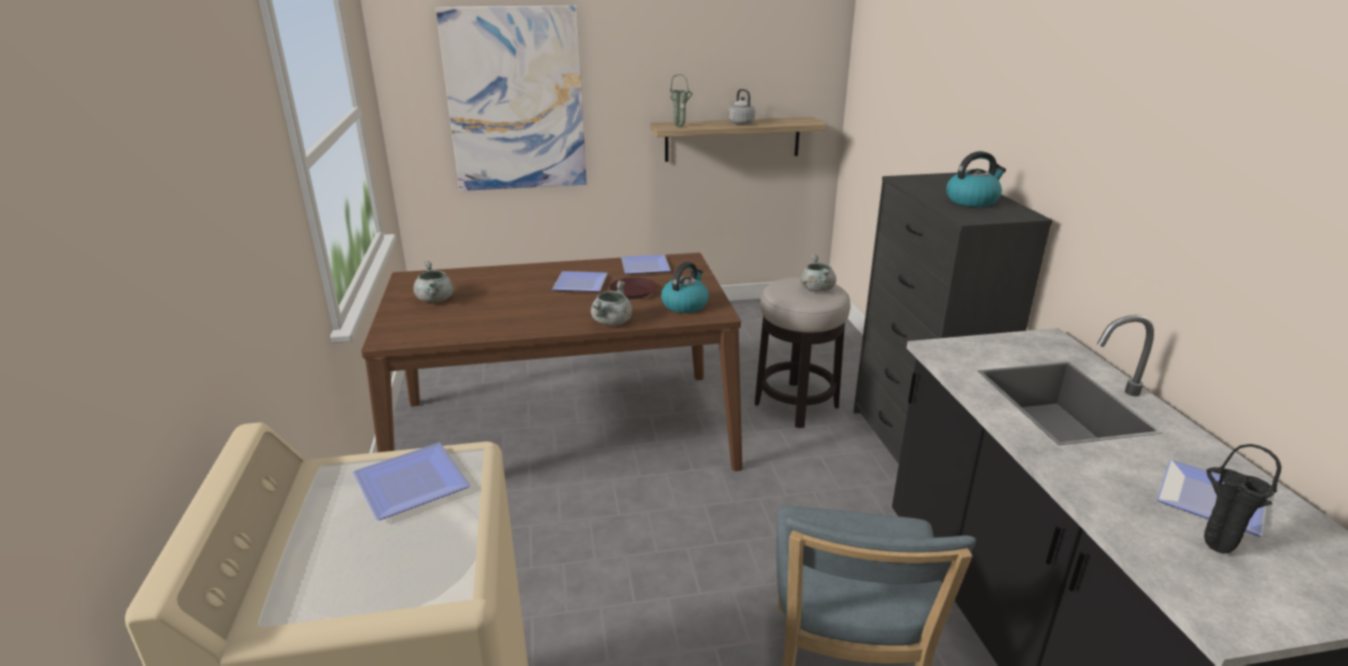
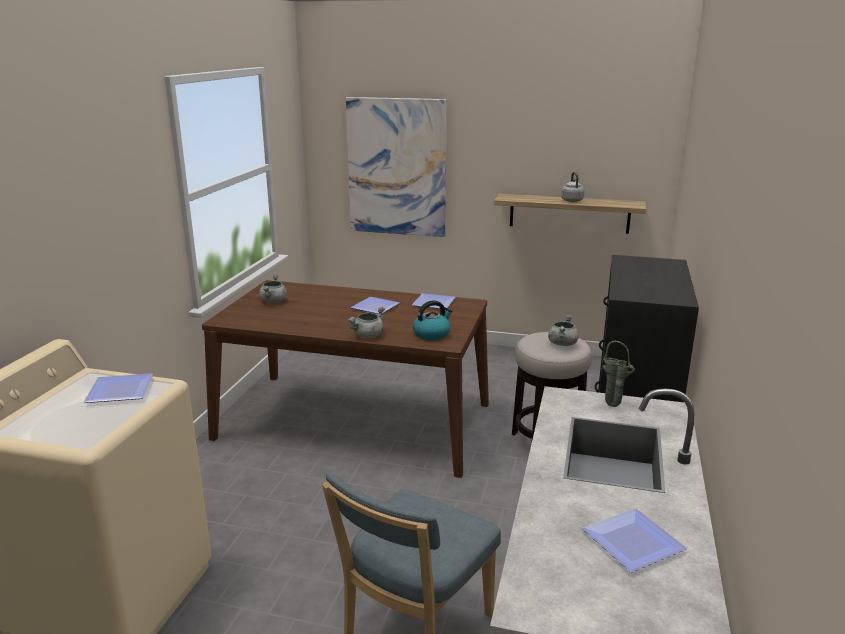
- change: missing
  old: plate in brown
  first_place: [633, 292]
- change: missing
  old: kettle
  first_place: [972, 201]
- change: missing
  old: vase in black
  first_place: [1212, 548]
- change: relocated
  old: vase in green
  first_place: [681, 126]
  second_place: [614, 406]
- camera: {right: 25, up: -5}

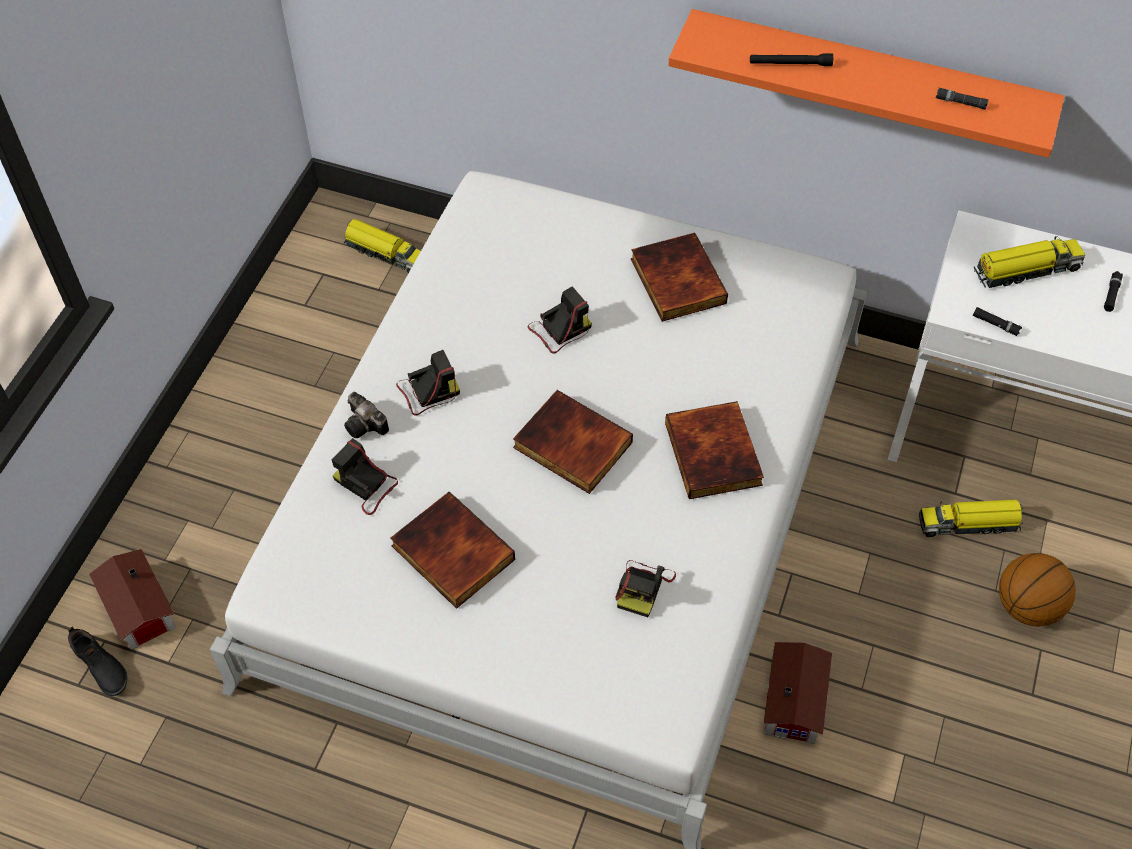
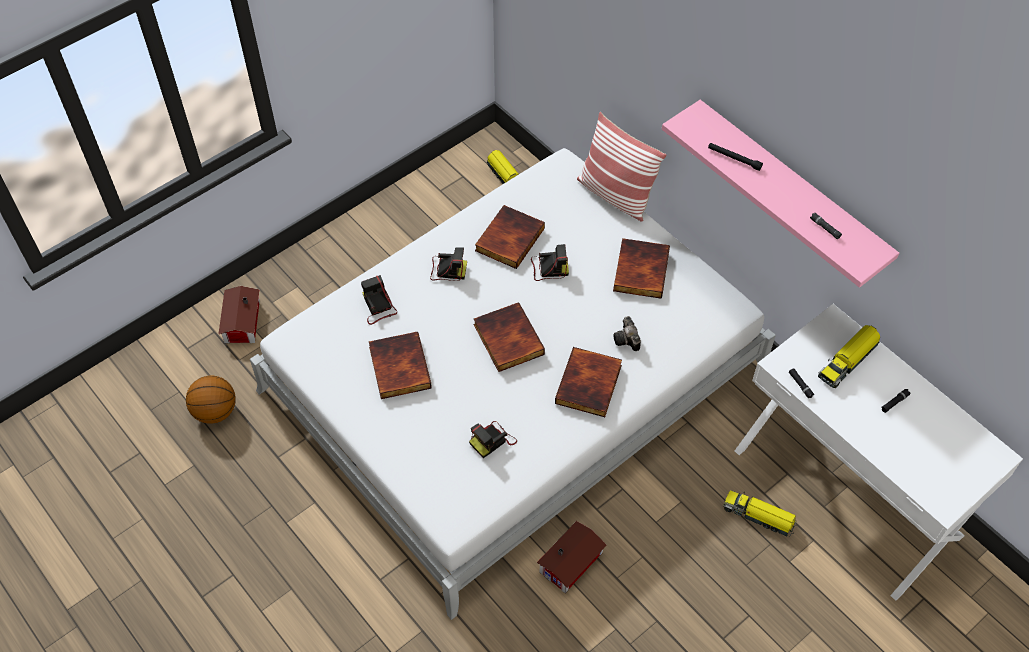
- change: missing
  old: shoe in black
  first_place: [100, 667]
- change: appeared
  new: book
  second_place: [509, 238]
- change: appeared
  new: pillow
  second_place: [615, 195]
- change: relocated
  old: photo camera
  first_place: [366, 425]
  second_place: [627, 340]
- change: relocated
  old: basketball
  first_place: [1027, 606]
  second_place: [215, 411]
- change: colour
  old: shelf in orange
  new: shelf in pink
  first_place: [867, 80]
  second_place: [790, 190]
- change: spun
  old: toy truck
  first_place: [1025, 270]
  second_place: [848, 361]
  degrees: 120
- camera: {right: 30, up: 0}

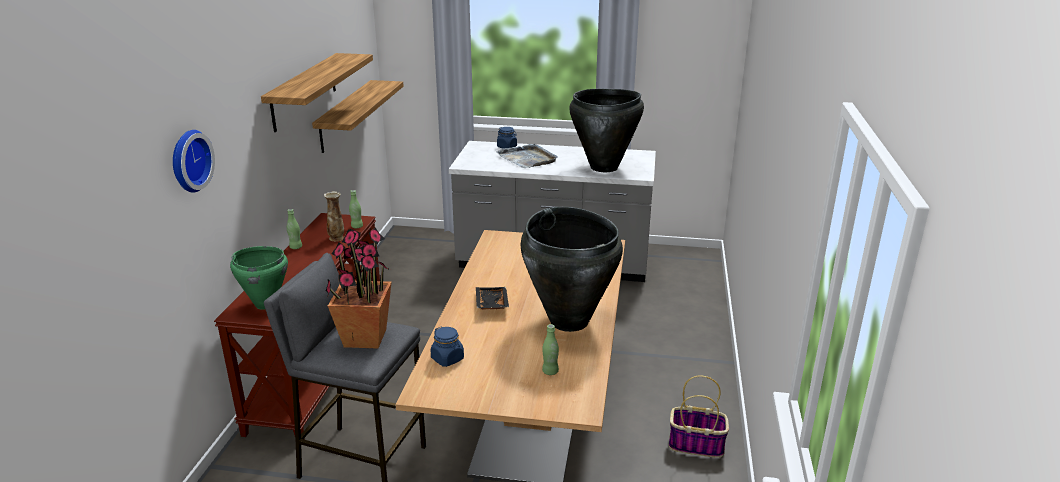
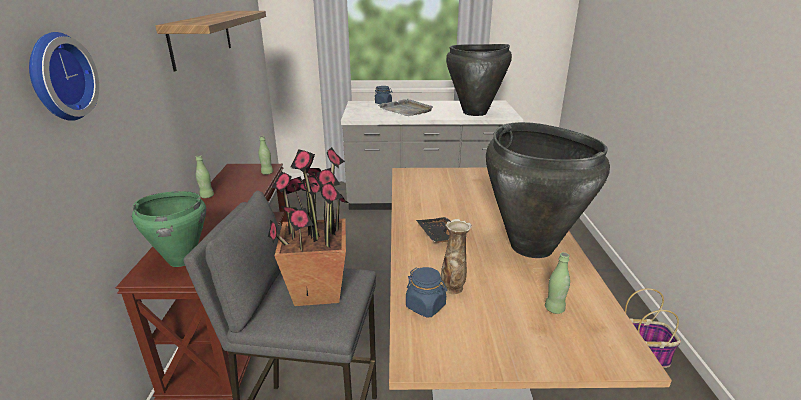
- change: missing
  old: shelf
  first_place: [345, 115]
- change: relocated
  old: vase
  first_place: [336, 238]
  second_place: [453, 288]
- camera: {right: -10, up: 0}

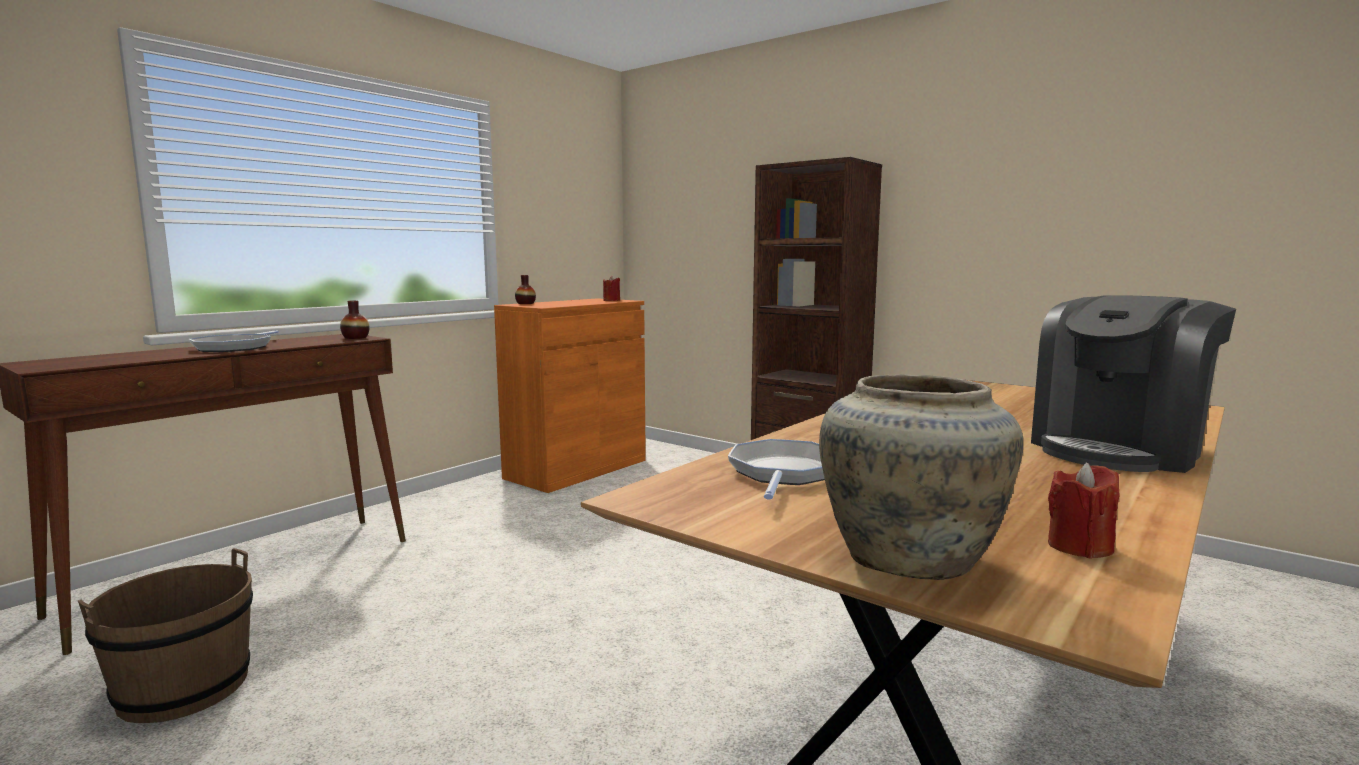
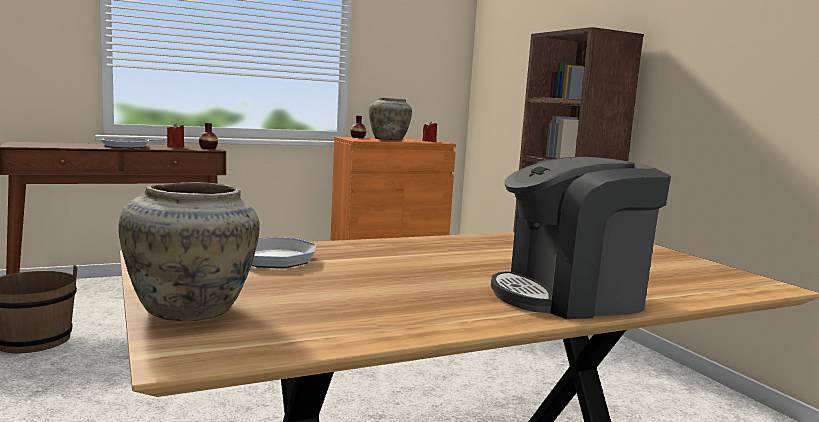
- change: appeared
  new: vase in beige
  second_place: [389, 140]
- change: relocated
  old: candle in red
  first_place: [1080, 547]
  second_place: [175, 147]
- camera: {right: 25, up: 0}

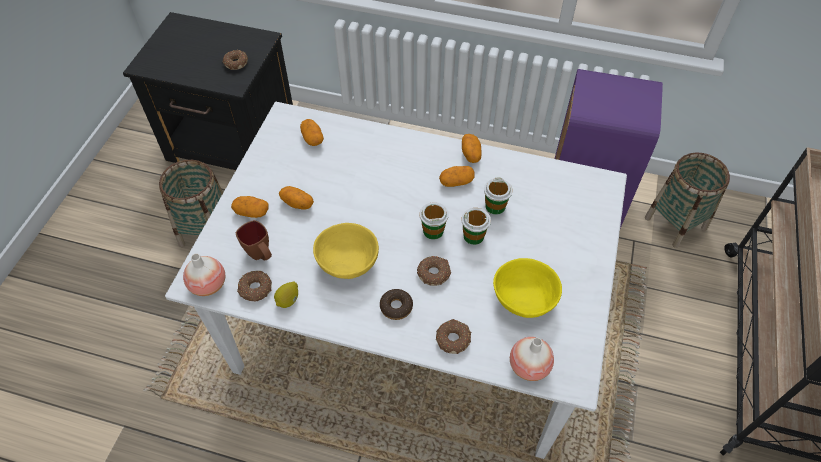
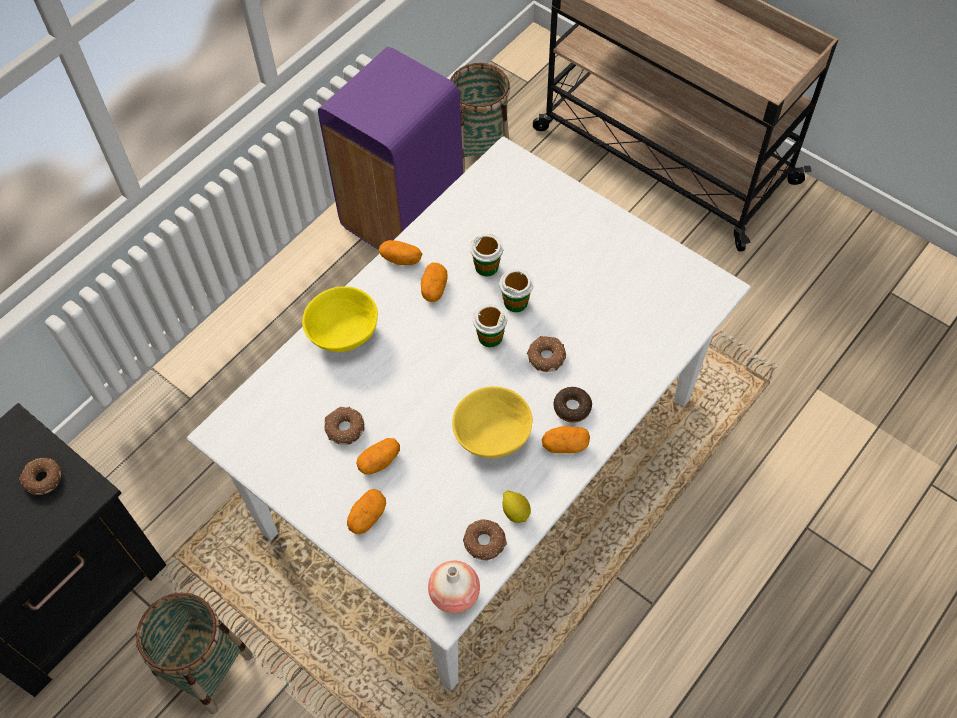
- change: missing
  old: mug in brown
  first_place: [261, 255]
- change: missing
  old: vase
  first_place: [529, 366]
- change: relocated
  old: potato
  first_place: [312, 138]
  second_place: [565, 445]
- change: relocated
  old: donut
  first_place: [453, 339]
  second_place: [344, 428]
- change: relocated
  old: bowl in yellow
  first_place: [525, 300]
  second_place: [345, 332]
- camera: {right: -65, up: 5}

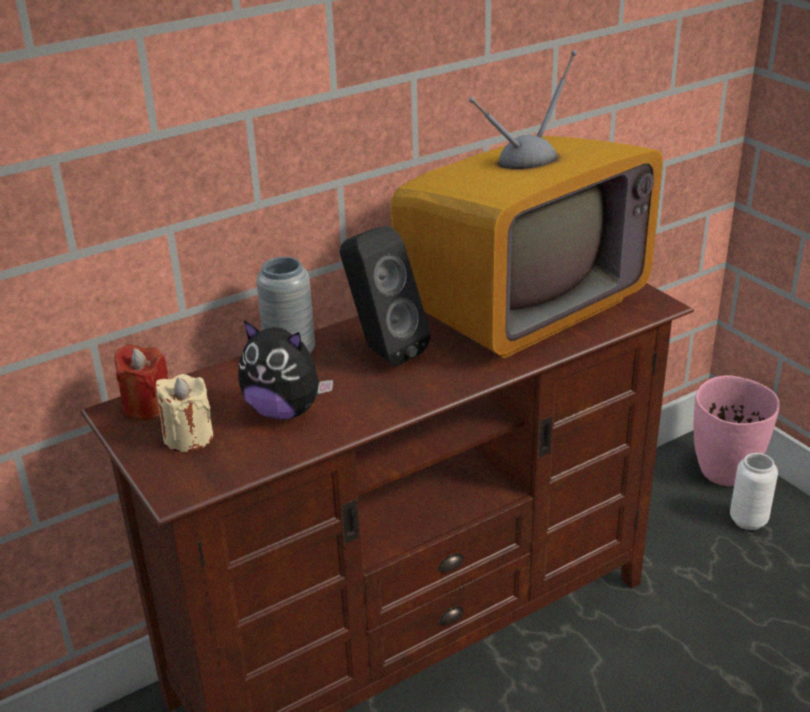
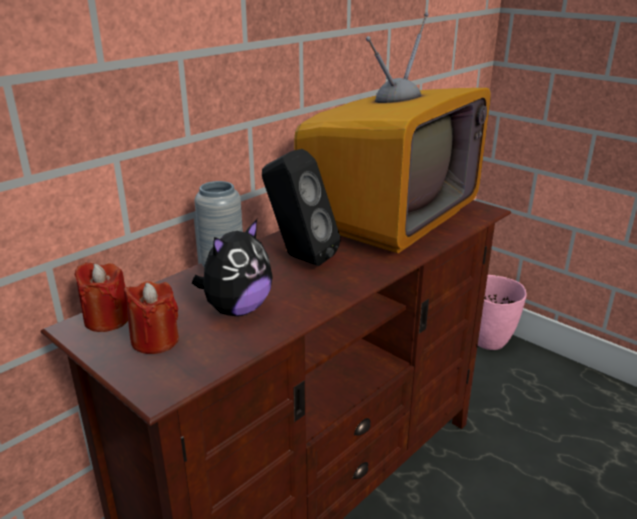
- change: missing
  old: vase in white
  first_place: [748, 520]
- change: colour
  old: candle in beige
  new: candle in red
  first_place: [188, 437]
  second_place: [155, 341]
- change: spun
  old: plush toy
  first_place: [285, 411]
  second_place: [237, 309]
  degrees: -60
- camera: {right: -15, up: -5}

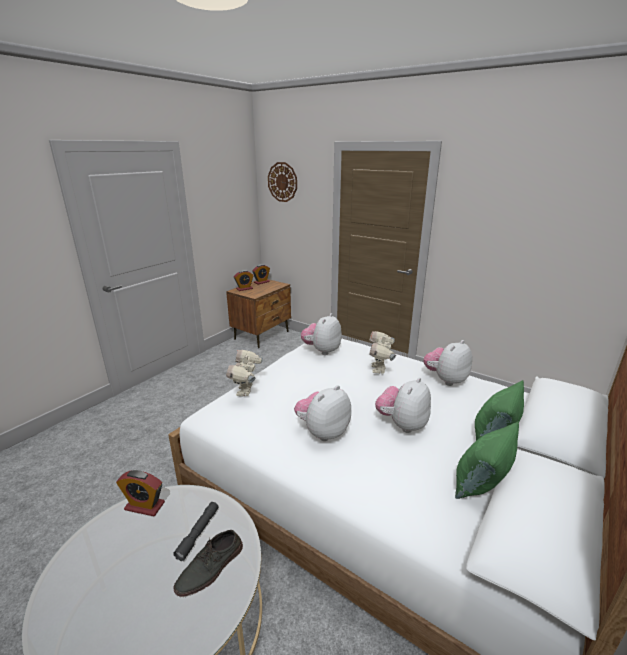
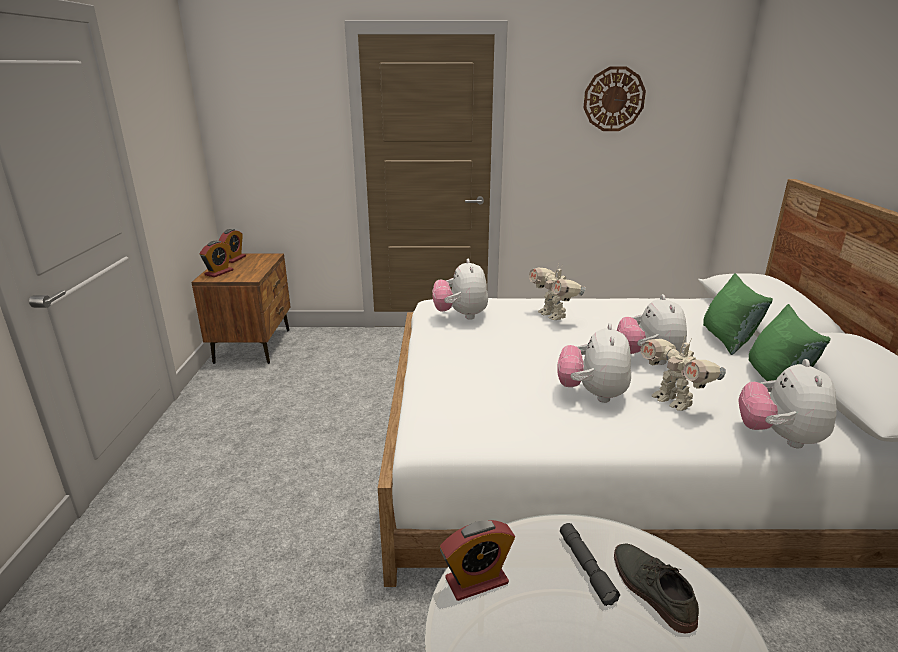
- change: relocated
  old: toy robot
  first_place: [246, 391]
  second_place: [673, 401]
- change: relocated
  old: wall clock
  first_place: [282, 182]
  second_place: [614, 99]
- change: relocated
  old: plush toy
  first_place: [445, 379]
  second_place: [779, 437]
- change: spun
  old: shoe in grey
  first_place: [210, 568]
  second_place: [651, 589]
  degrees: 150
- camera: {right: -35, up: 0}

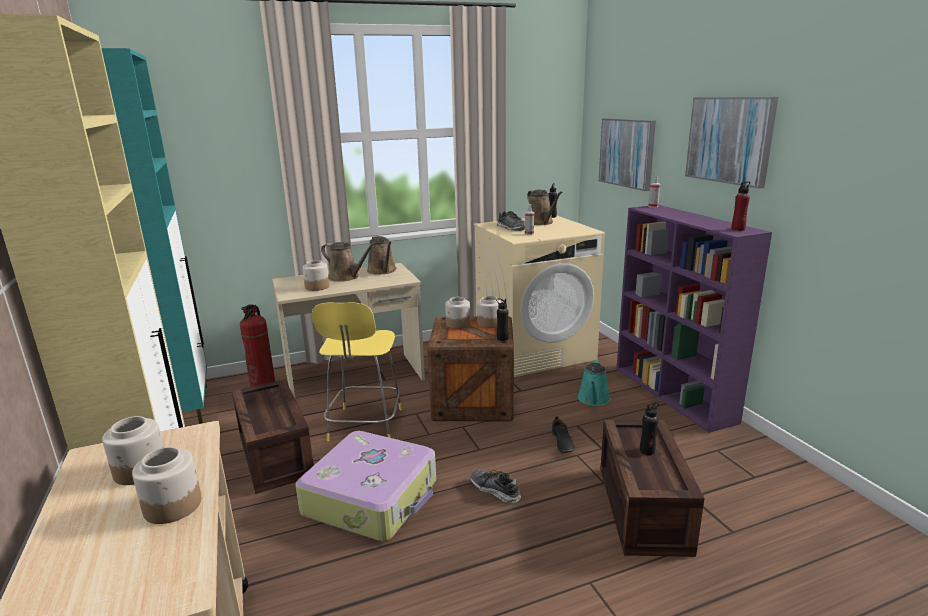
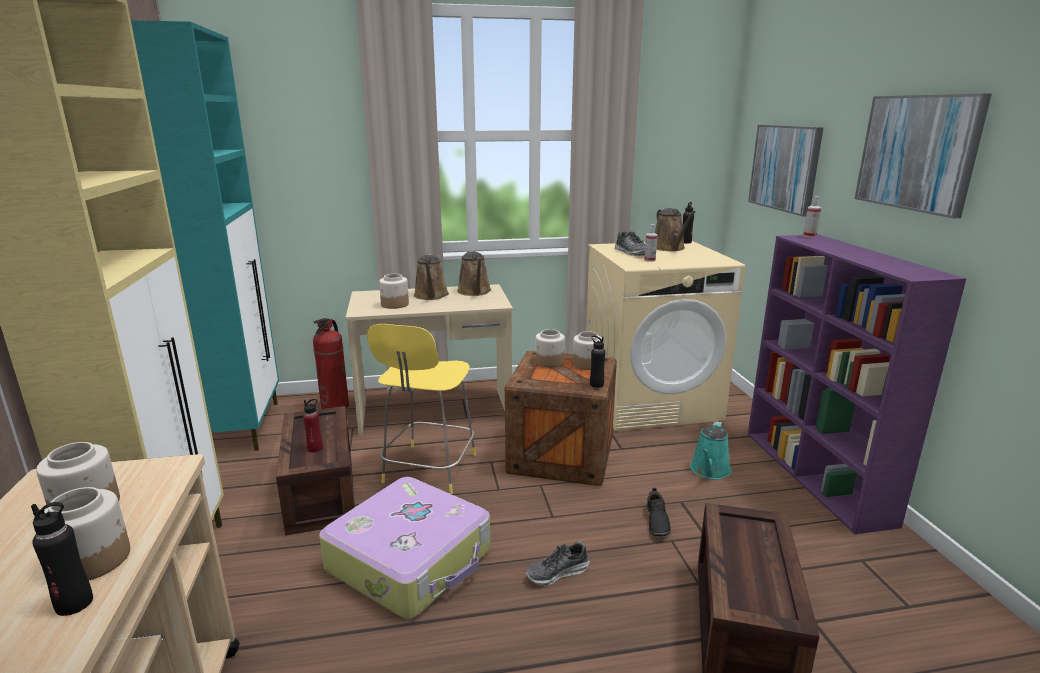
- change: relocated
  old: bottle in black
  first_place: [647, 451]
  second_place: [74, 603]
- change: relocated
  old: bottle in red
  first_place: [738, 229]
  second_place: [315, 448]
- change: spun
  old: watering can in brown
  first_place: [346, 277]
  second_place: [431, 296]
  degrees: 45
- change: spun
  old: shoe
  first_place: [495, 490]
  second_place: [557, 573]
  degrees: -75
- camera: {right: 10, up: 0}

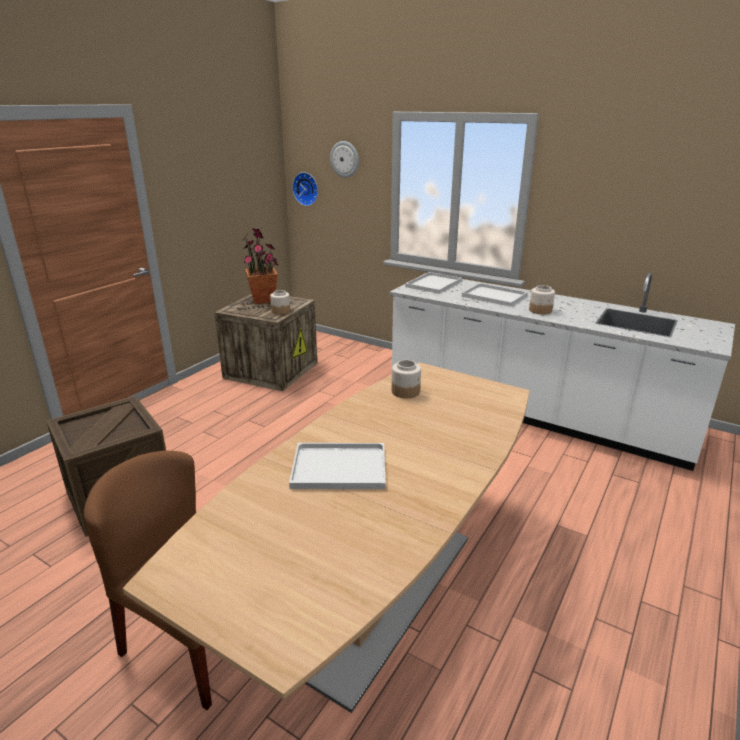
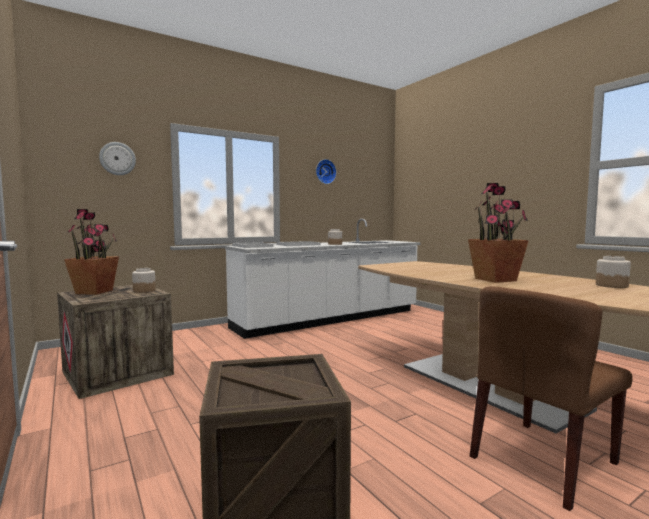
- change: relocated
  old: wall clock
  first_place: [306, 188]
  second_place: [325, 171]
- change: relocated
  old: jar
  first_place: [406, 391]
  second_place: [611, 285]
- change: exchanged
  old: tray in white
  new: potted plant
  first_place: [341, 467]
  second_place: [496, 280]
- camera: {right: -65, up: -20}

